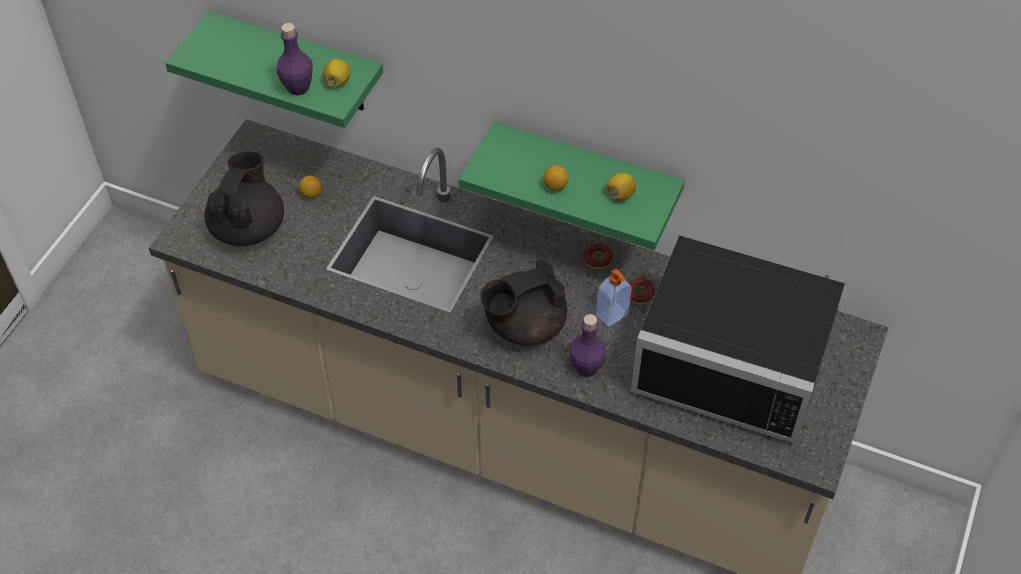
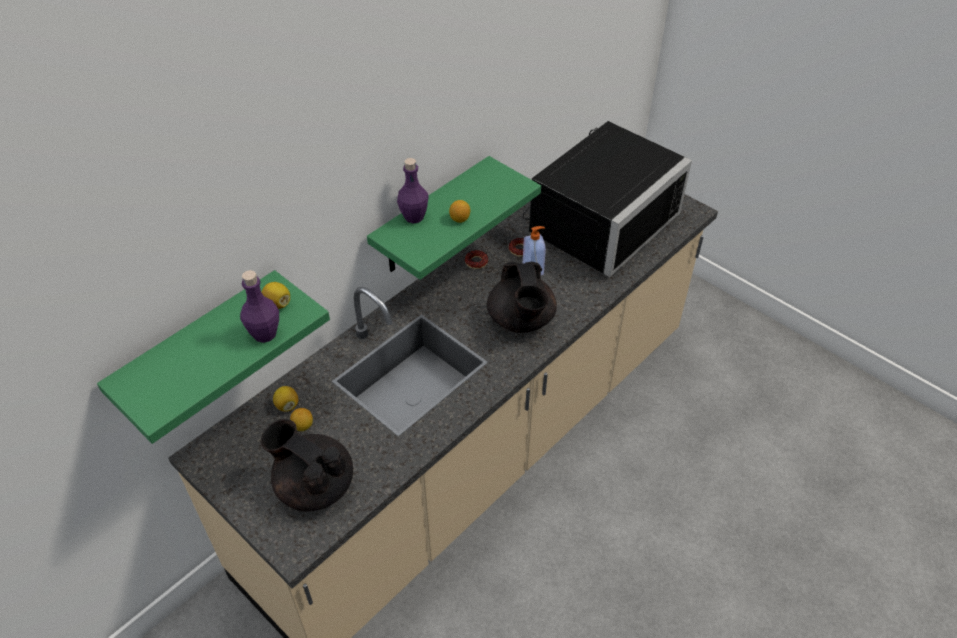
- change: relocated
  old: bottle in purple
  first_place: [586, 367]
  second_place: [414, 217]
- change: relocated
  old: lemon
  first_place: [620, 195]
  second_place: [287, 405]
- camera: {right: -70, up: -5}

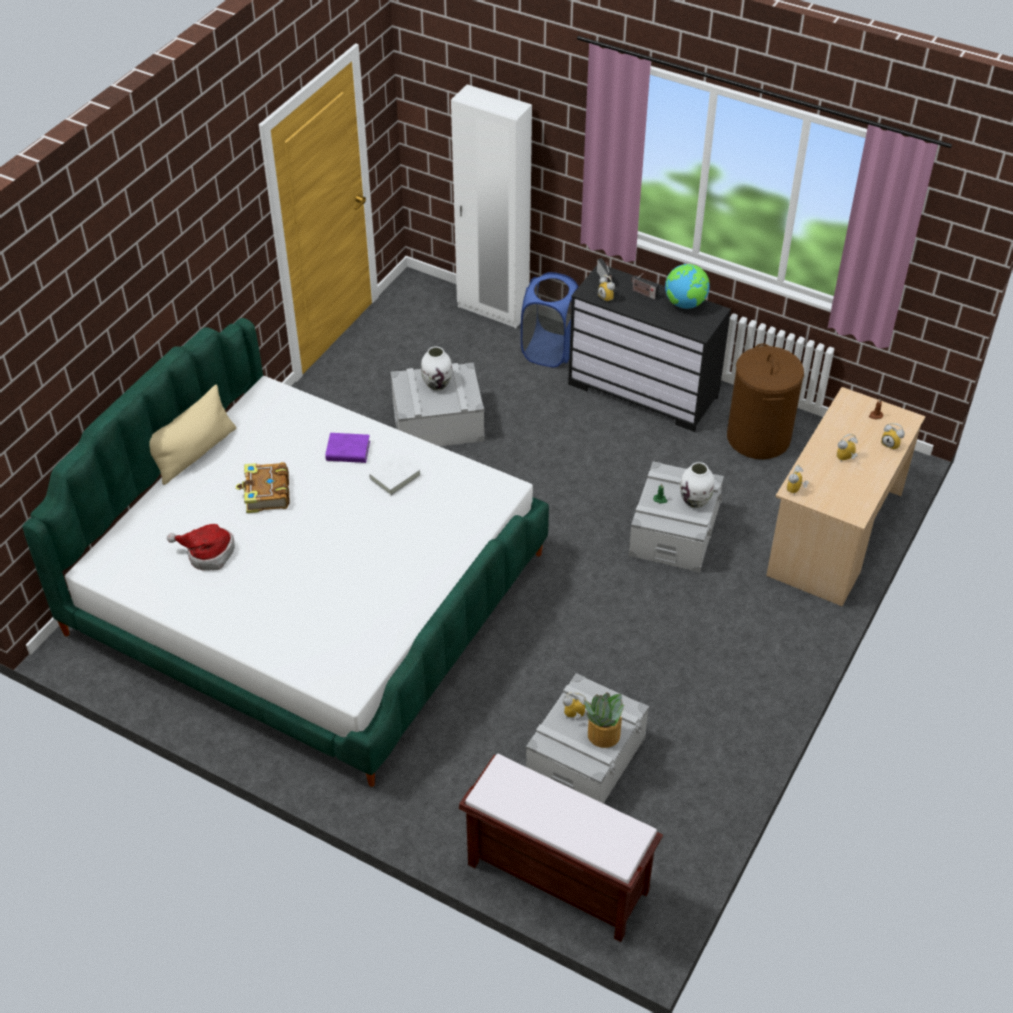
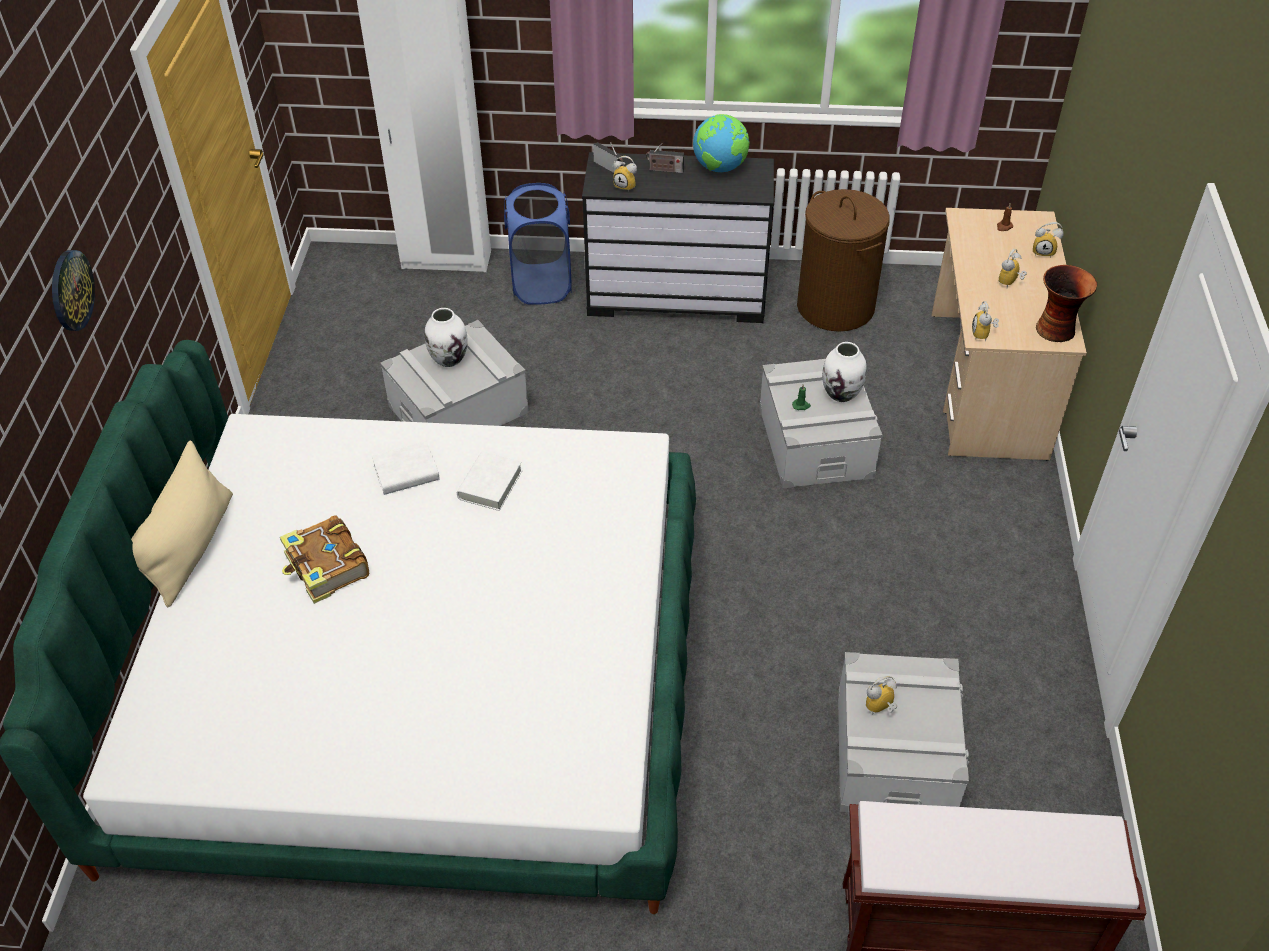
- change: missing
  old: hat
  first_place: [207, 554]
- change: missing
  old: potted plant
  first_place: [603, 735]
- change: appeared
  new: wall clock
  second_place: [70, 290]
- change: appeared
  new: vase
  second_place: [1056, 329]
- change: colour
  old: book in purple
  new: book in white
  first_place: [348, 451]
  second_place: [406, 473]
- camera: {right: -25, up: 0}

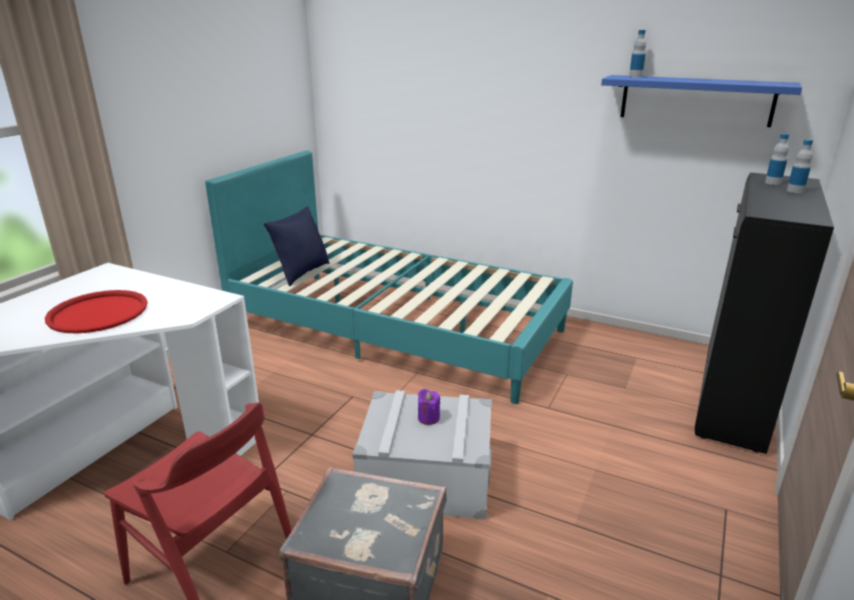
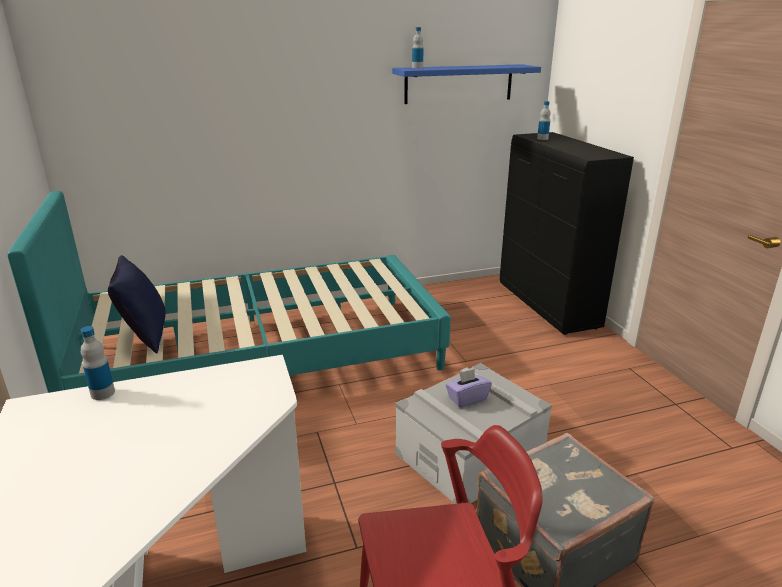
- change: missing
  old: tray in red
  first_place: [98, 313]
- change: relocated
  old: bottle
  first_place: [795, 191]
  second_place: [103, 393]
- change: exchanged
  old: candle in purple
  new: tissue box in purple
  first_place: [428, 418]
  second_place: [467, 398]
- camera: {right: -45, up: 0}

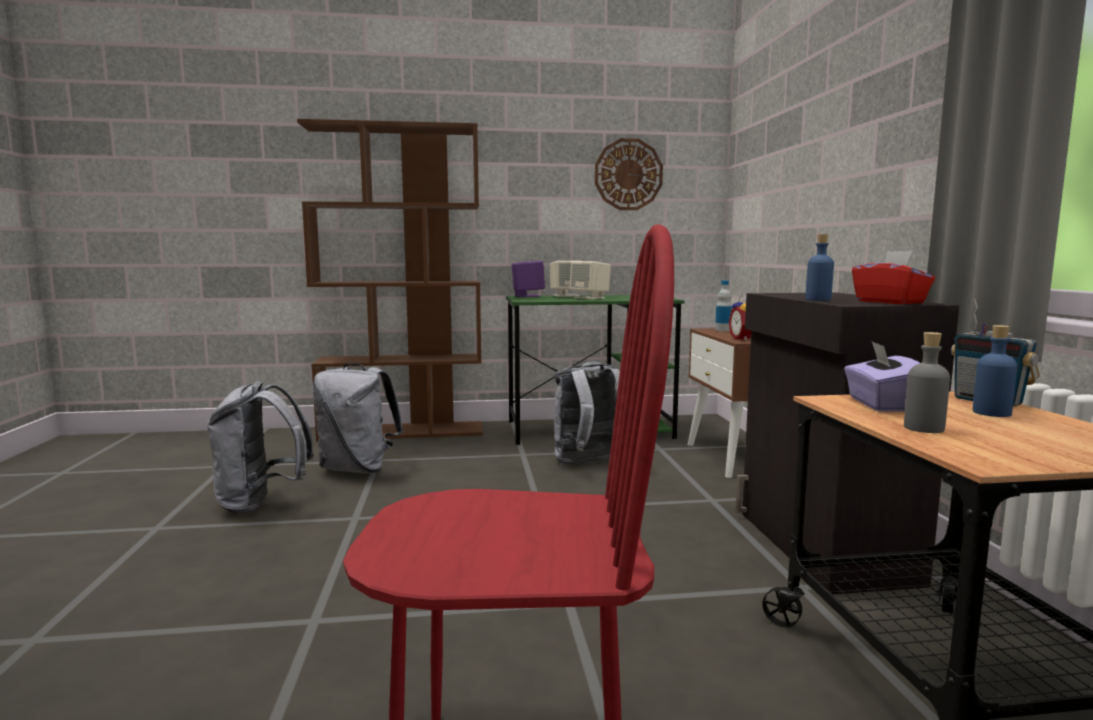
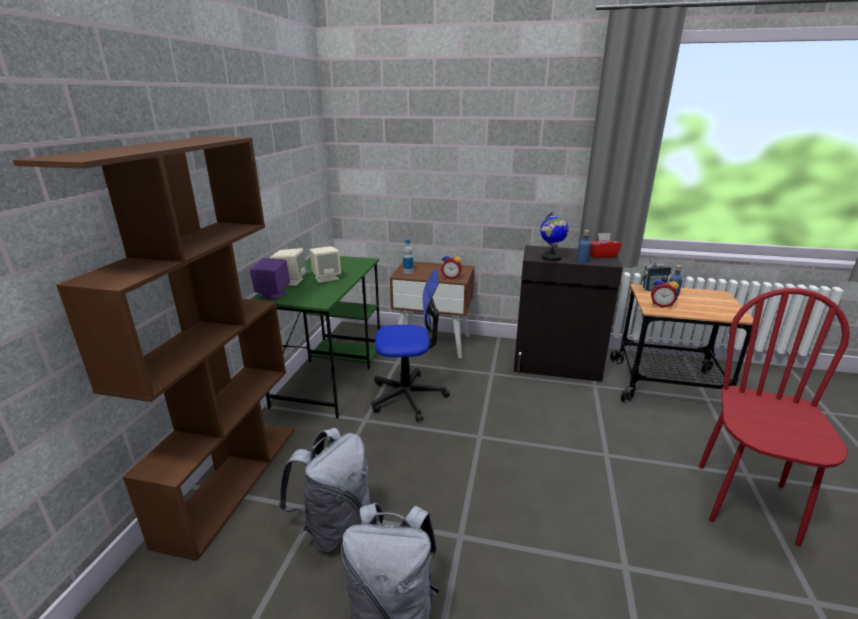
- change: missing
  old: wall clock
  first_place: [628, 174]
- change: missing
  old: bottle in grey
  first_place: [923, 428]
- change: appeared
  new: globe
  second_place: [551, 258]
- change: exchanged
  old: backpack in grey
  new: office chair
  first_place: [589, 464]
  second_place: [408, 396]
- change: exchanged
  old: tissue box in purple
  new: alarm clock
  first_place: [881, 405]
  second_place: [661, 305]
- camera: {right: -70, up: 15}

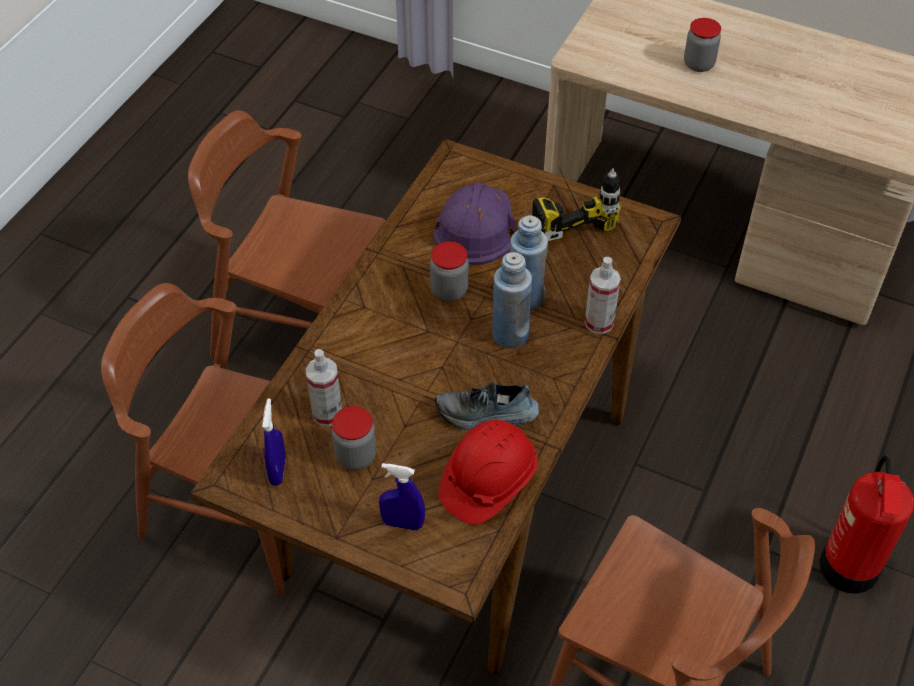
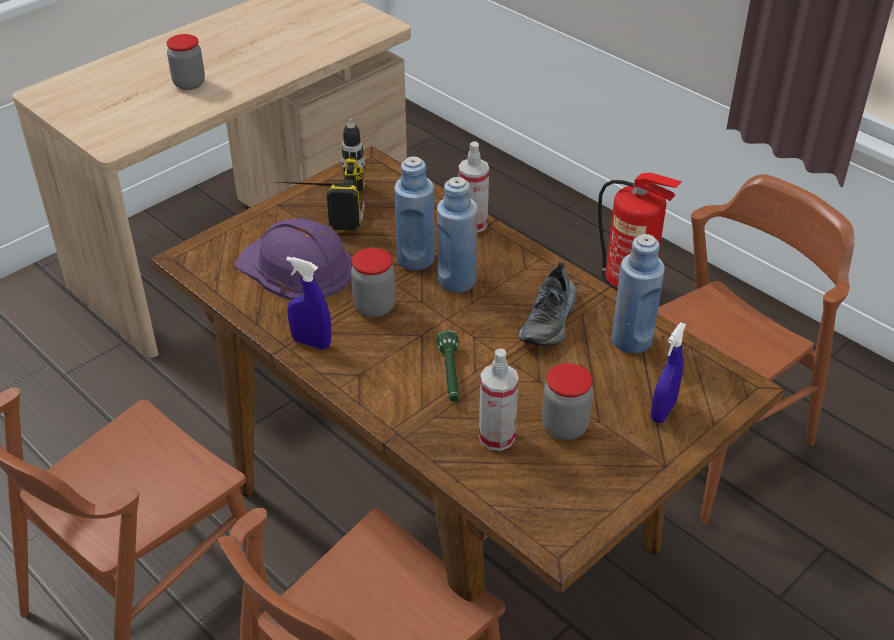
- change: appeared
  new: flashlight in green
  second_place: [450, 375]
- change: relocated
  old: spray bottle in blue
  first_place: [278, 470]
  second_place: [311, 343]
- change: exchanged
  old: hard hat in red
  new: bottle in blue
  first_place: [487, 481]
  second_place: [631, 340]
- camera: {right: -70, up: -10}

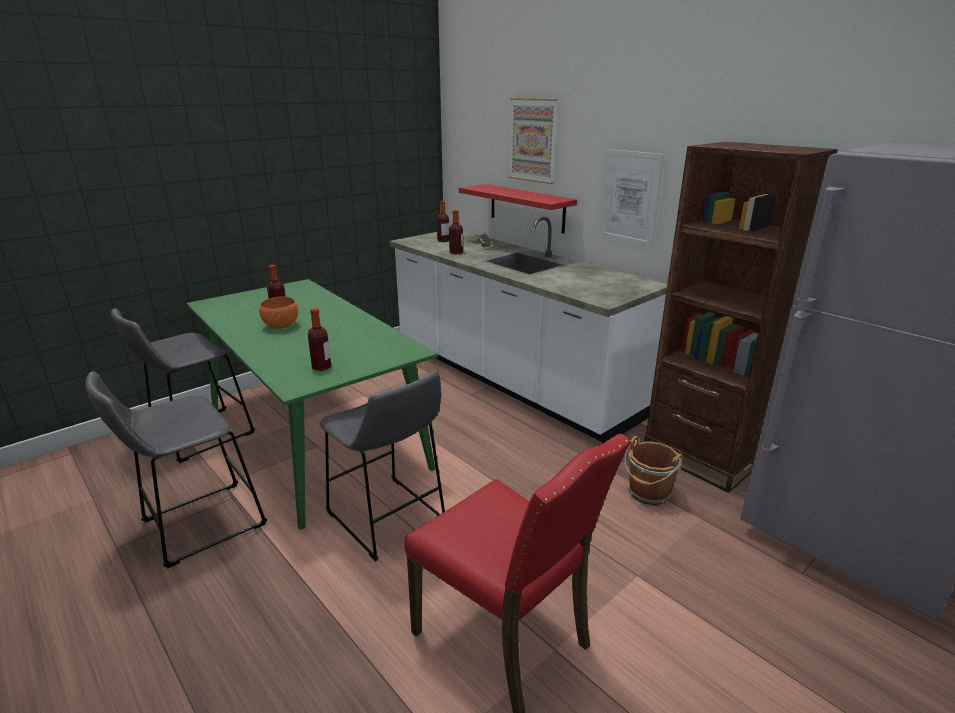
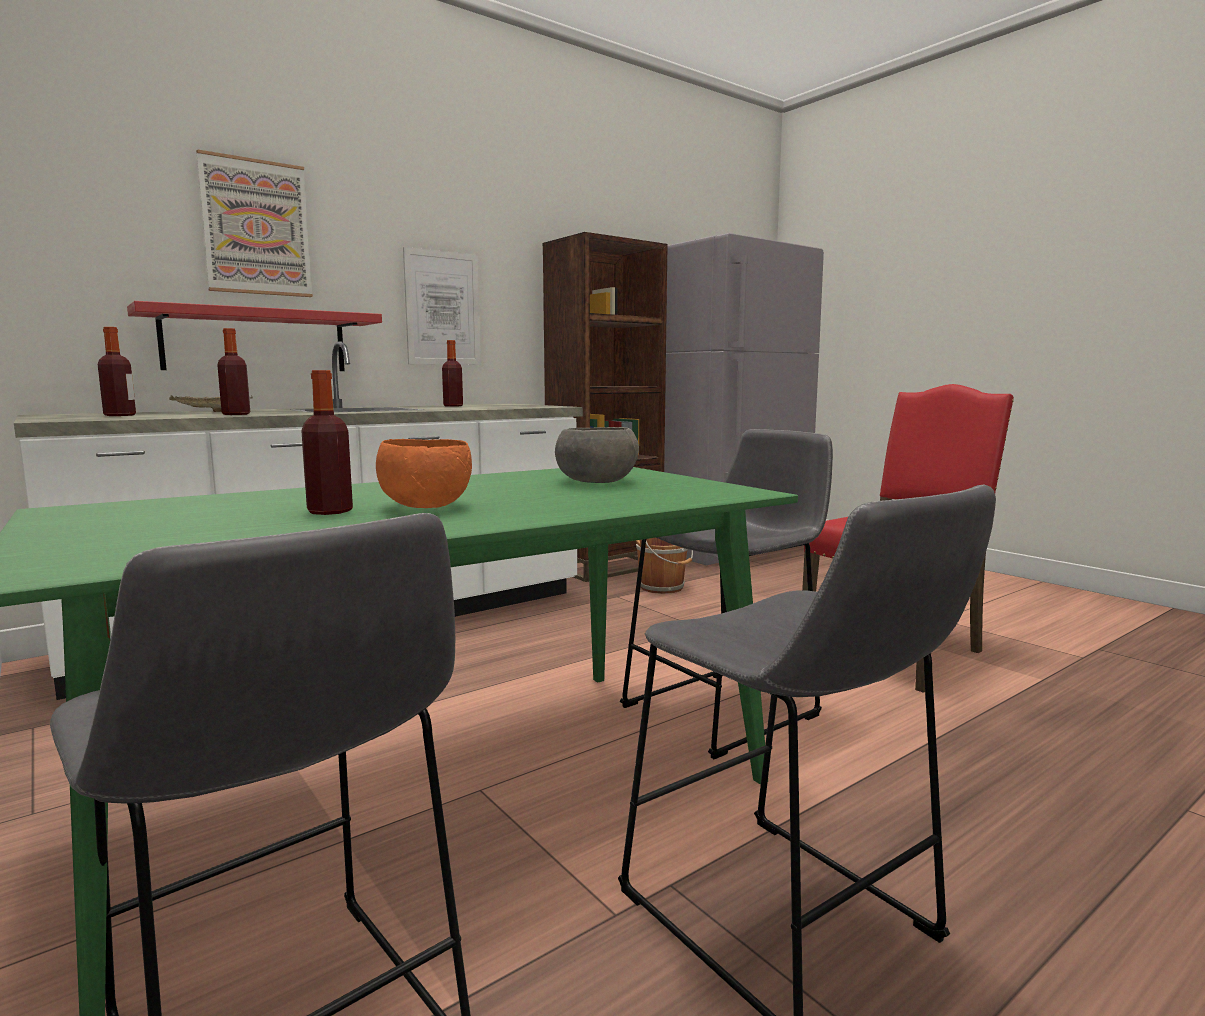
- change: appeared
  new: bowl in grey
  second_place: [596, 481]
- change: relocated
  old: bottle
  first_place: [321, 367]
  second_place: [453, 406]
- camera: {right: -85, up: -15}

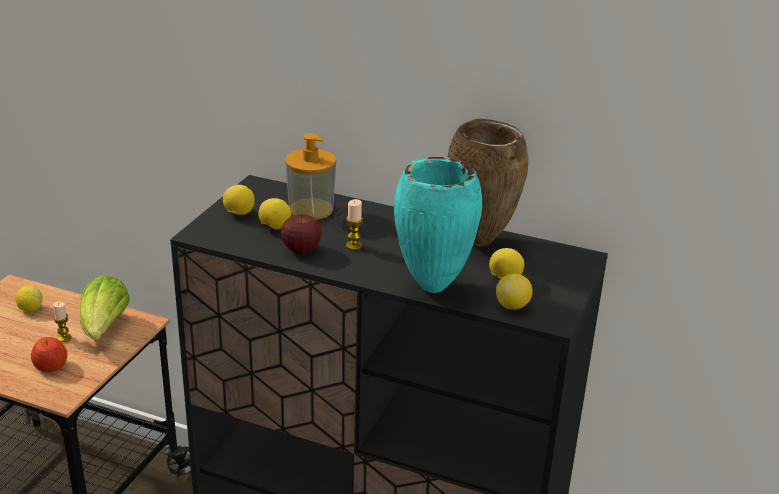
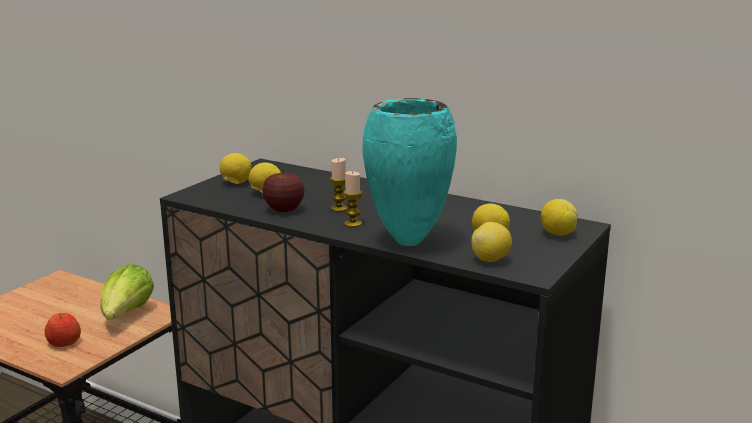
- change: missing
  old: soap dispenser
  first_place: [311, 209]
- change: missing
  old: vase in brown
  first_place: [481, 242]
- change: relocated
  old: lemon
  first_place: [30, 309]
  second_place: [557, 234]
- change: relocated
  old: candle
  first_place: [64, 338]
  second_place: [353, 224]
- camera: {right: 10, up: -10}

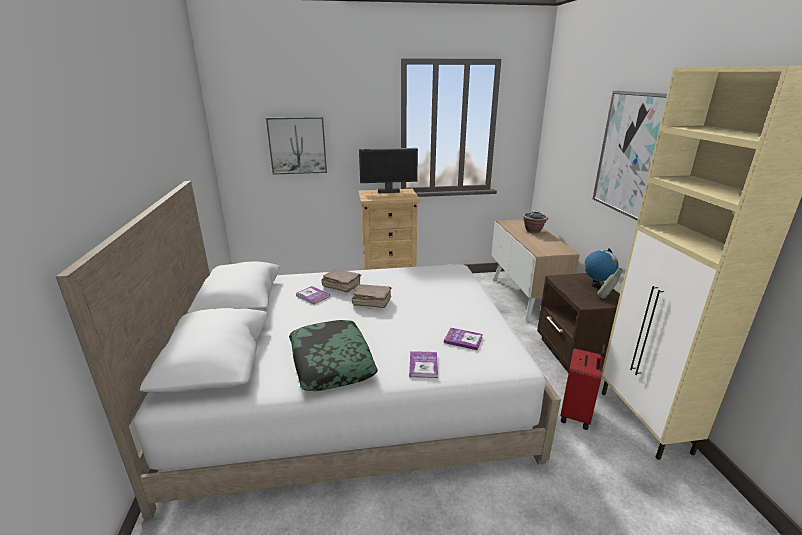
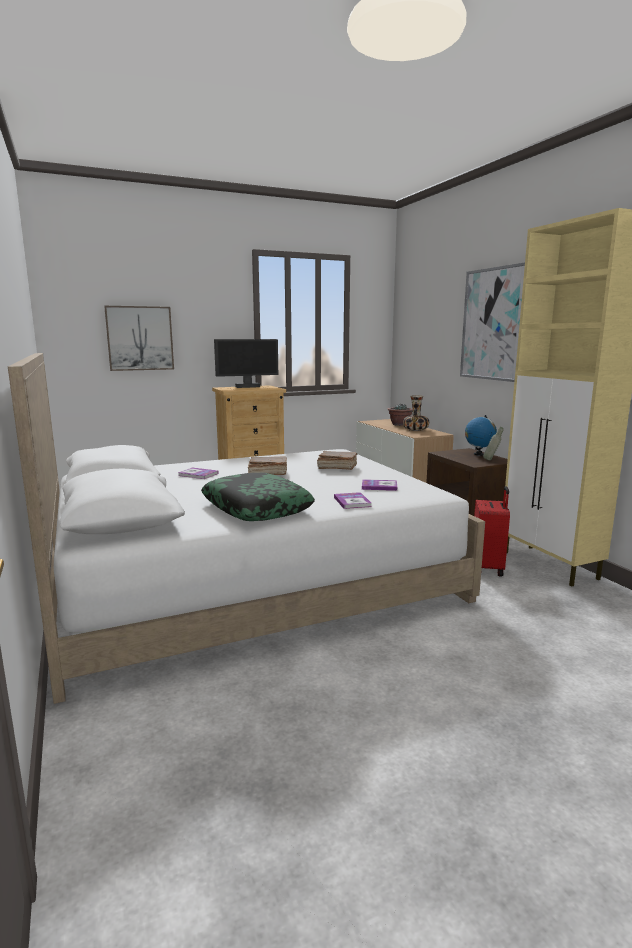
- change: appeared
  new: vase
  second_place: [415, 430]
- change: relocated
  old: book in brown
  first_place: [341, 286]
  second_place: [336, 467]
- camera: {right: -15, up: -10}

